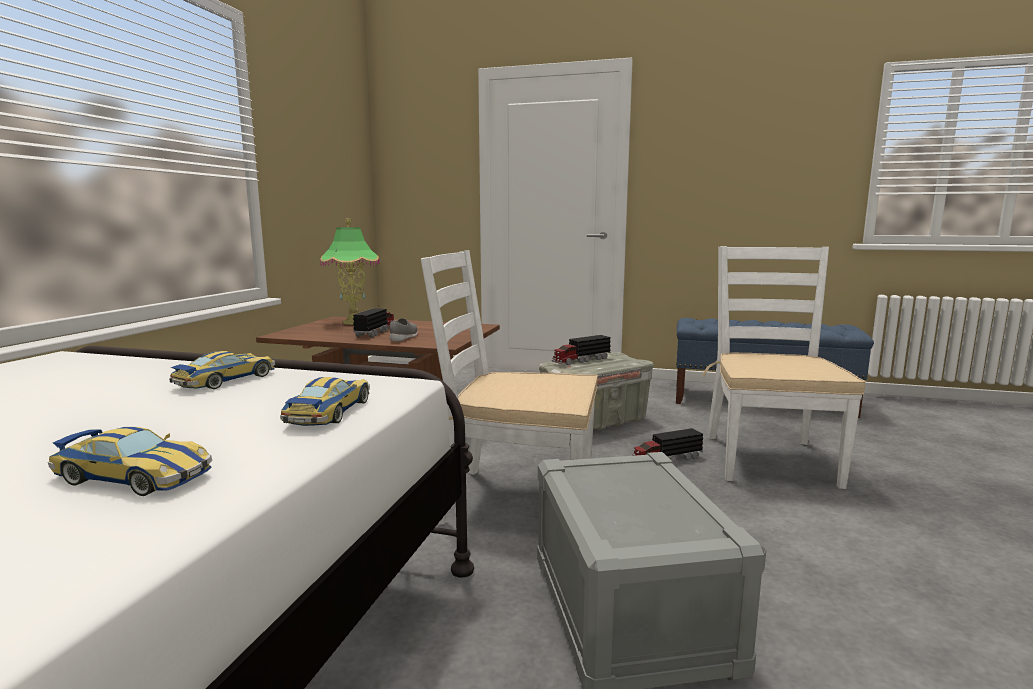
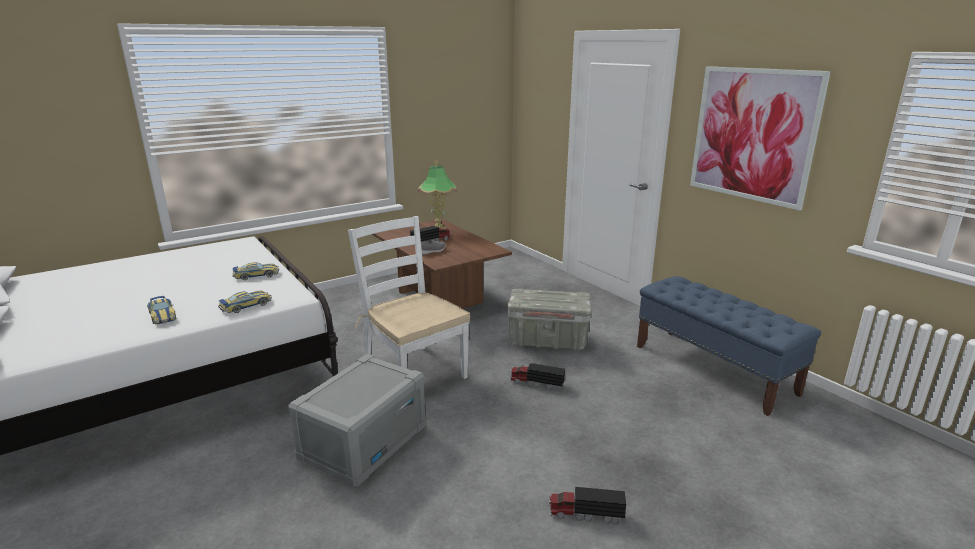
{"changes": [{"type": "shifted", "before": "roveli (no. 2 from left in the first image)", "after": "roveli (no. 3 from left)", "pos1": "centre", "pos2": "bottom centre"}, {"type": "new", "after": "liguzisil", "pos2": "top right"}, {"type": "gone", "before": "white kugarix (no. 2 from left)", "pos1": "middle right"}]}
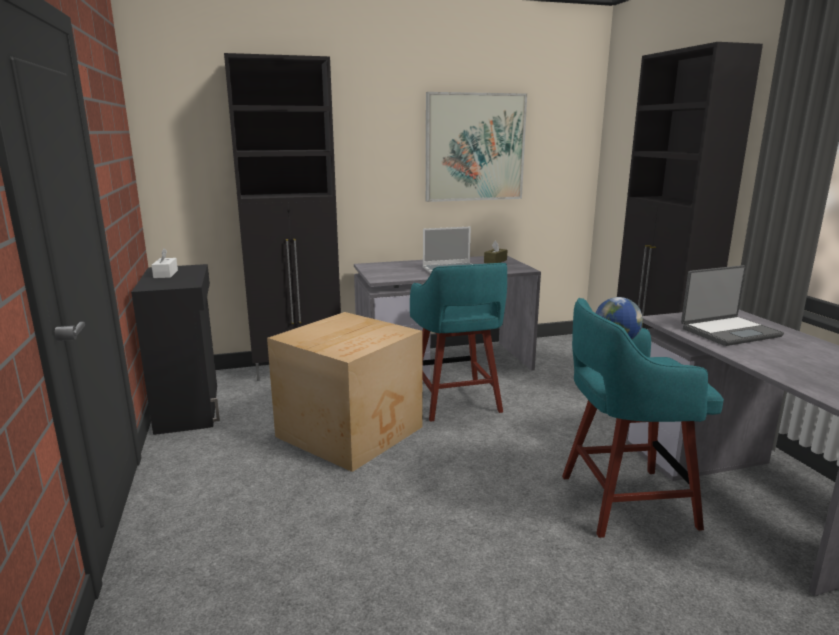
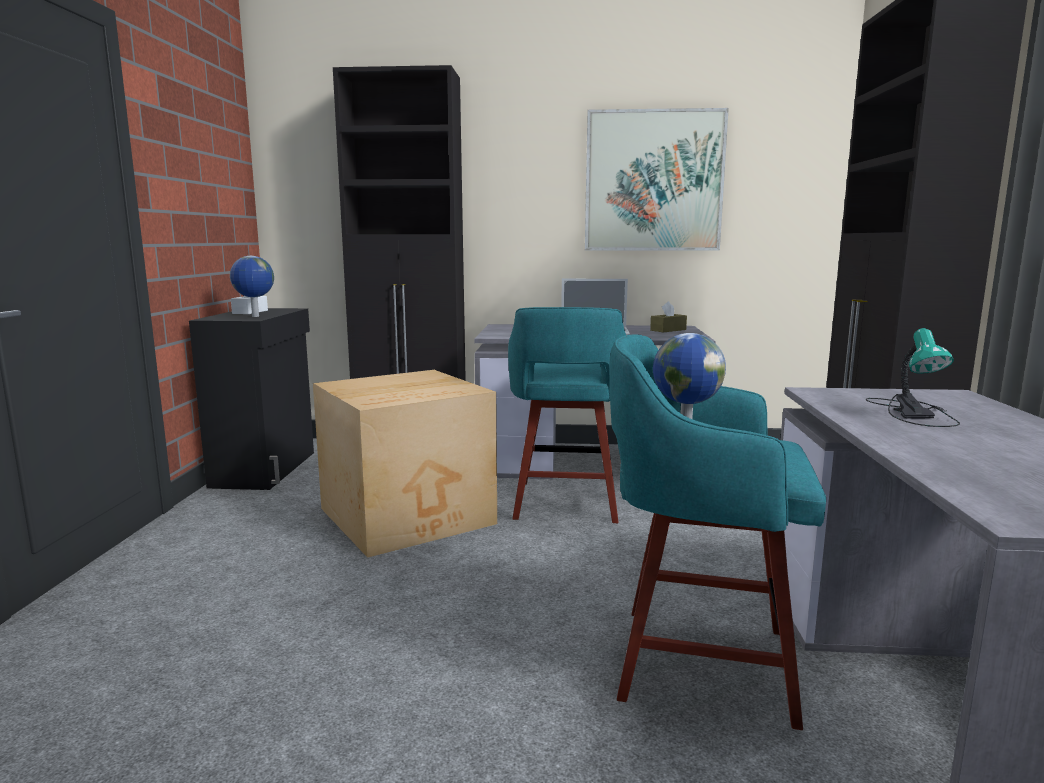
{"changes": [{"type": "new", "after": "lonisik (no. 1 from left)", "pos2": "middle left"}, {"type": "swapped", "before": "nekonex (no. 2 from left)", "after": "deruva", "pos1": "middle right", "pos2": "middle right"}]}
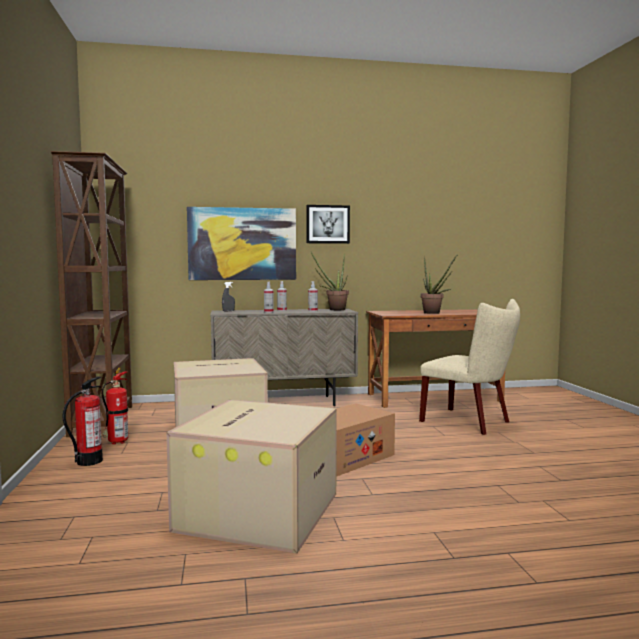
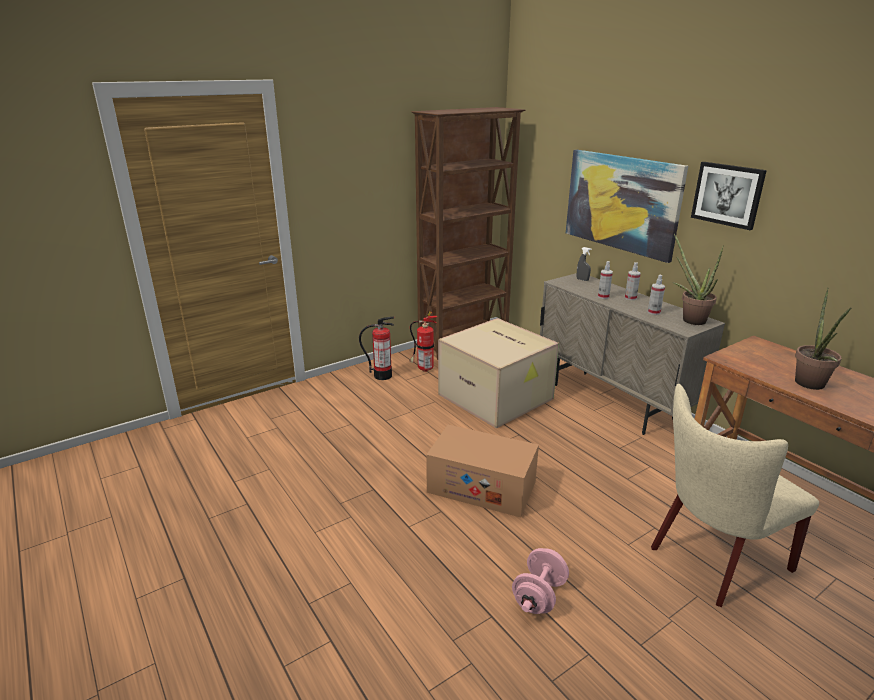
{"changes": [{"type": "new", "after": "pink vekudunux", "pos2": "bottom centre"}, {"type": "rotated", "before": "beige kugarix", "pos1": "middle right", "pos2": "bottom right", "turn": 45}, {"type": "gone", "before": "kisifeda (no. 2 from left)", "pos1": "bottom centre"}]}
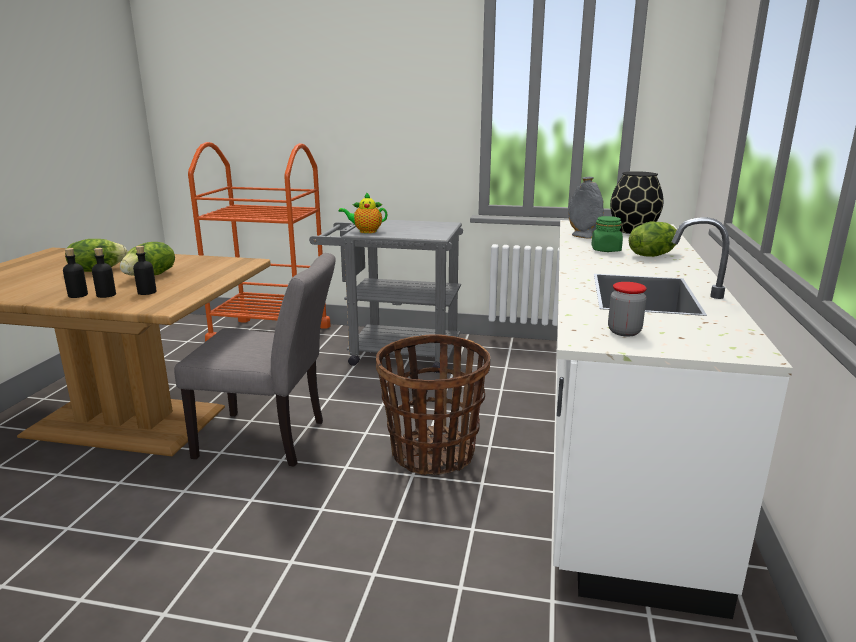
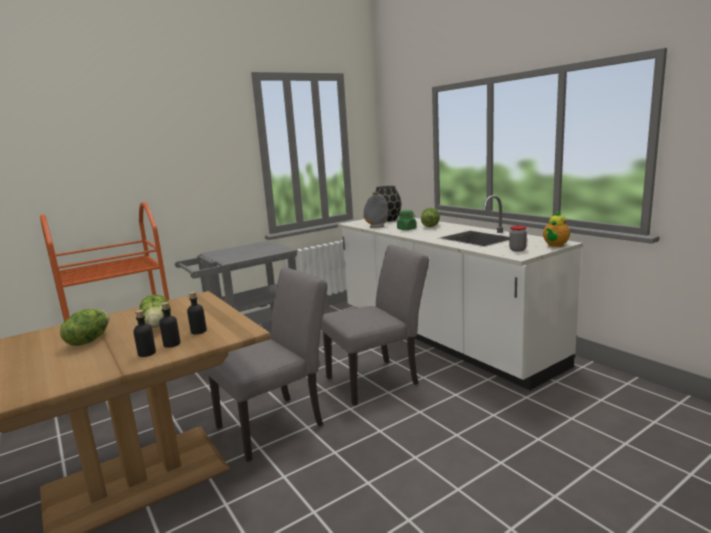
{"changes": [{"type": "swapped", "before": "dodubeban", "after": "grey kugarix (no. 2 from left)", "pos1": "centre", "pos2": "centre"}, {"type": "shifted", "before": "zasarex", "pos1": "top centre", "pos2": "middle right"}]}
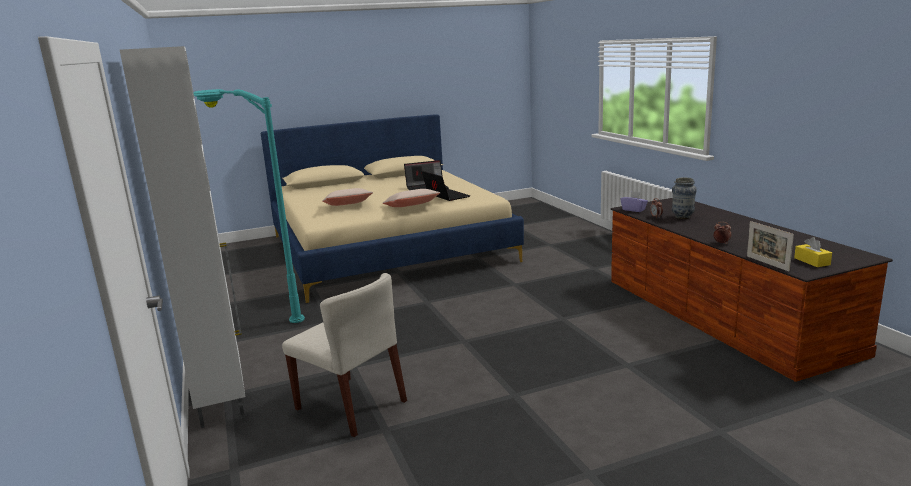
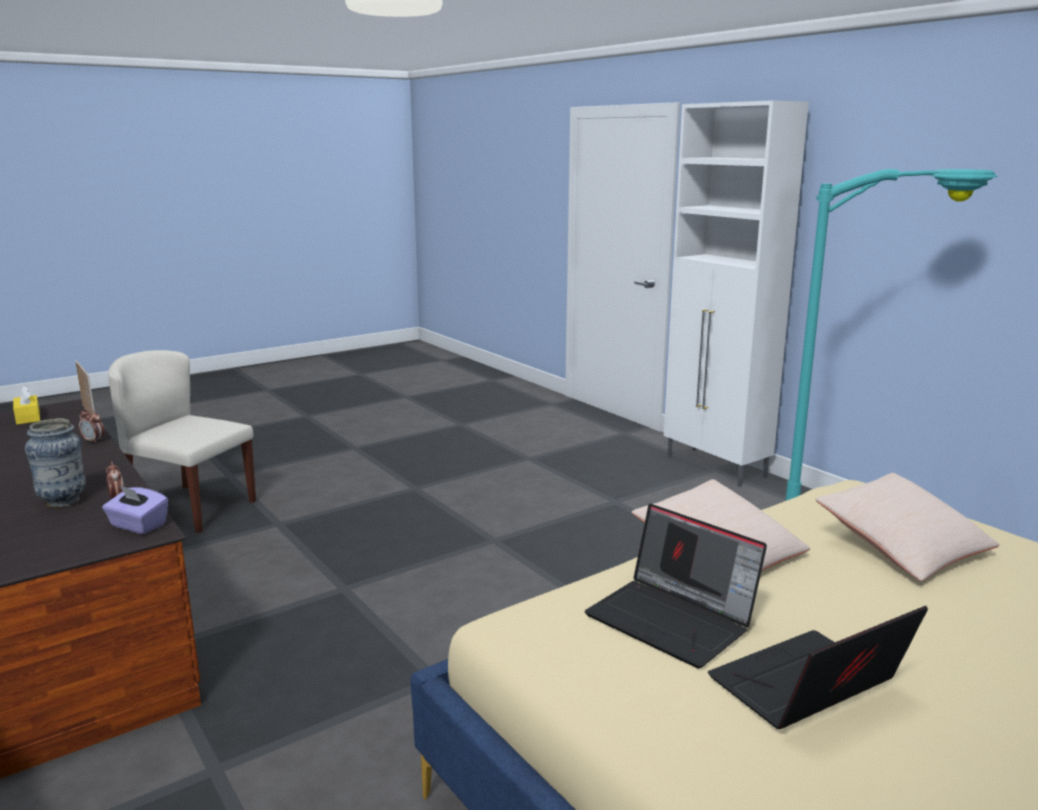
{"changes": [{"type": "shifted", "before": "beige kugarix", "pos1": "bottom centre", "pos2": "middle left"}]}
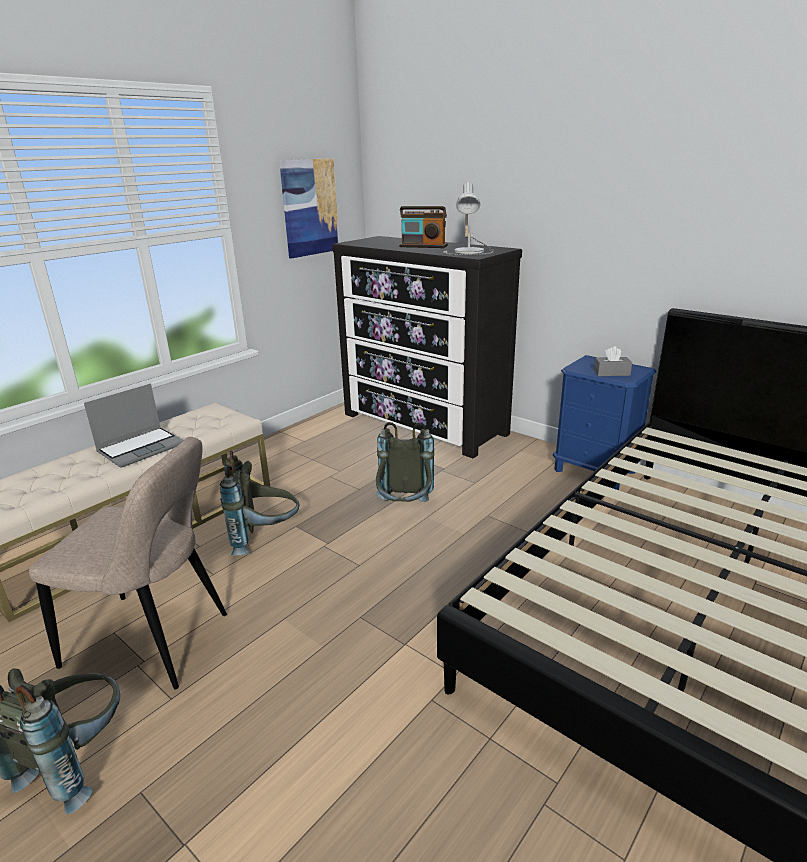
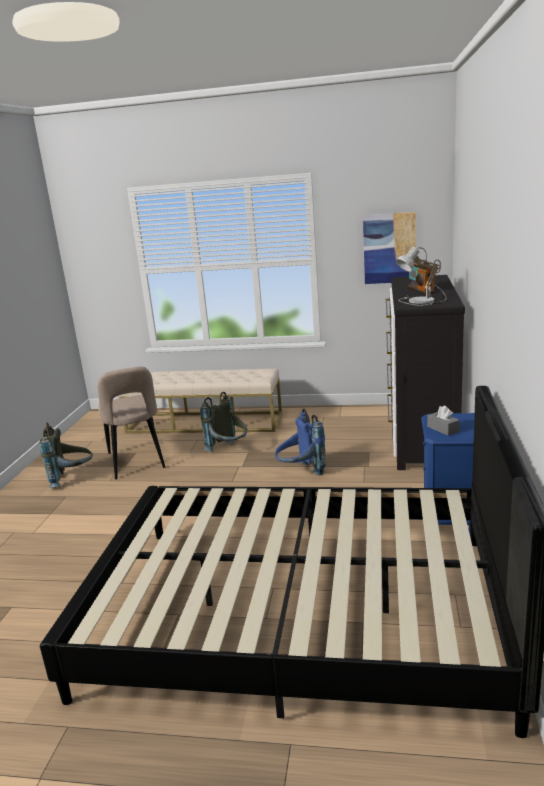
{"changes": [{"type": "repainted", "before": "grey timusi (no. 3 from left)", "after": "blue timusi", "pos1": "centre", "pos2": "centre"}, {"type": "gone", "before": "nekonex", "pos1": "middle left"}]}
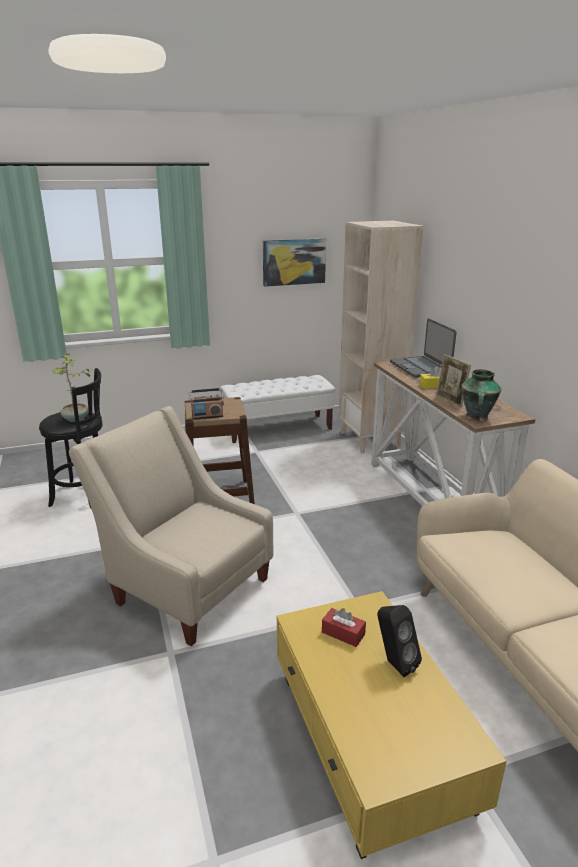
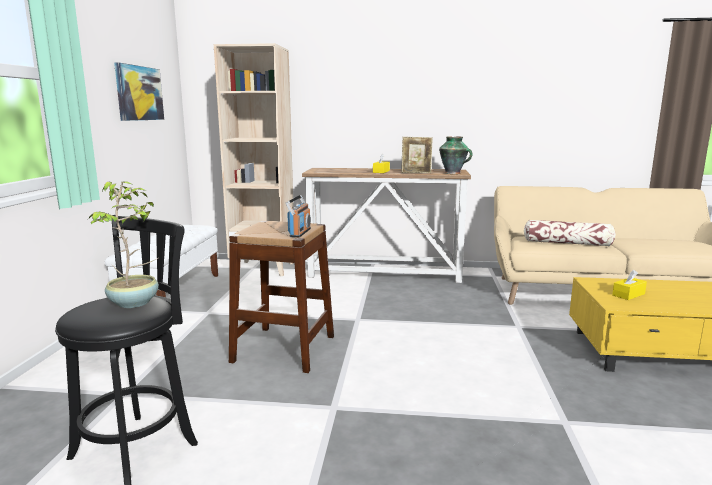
{"changes": [{"type": "new", "after": "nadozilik", "pos2": "middle right"}, {"type": "repainted", "before": "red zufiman", "after": "yellow zufiman (no. 2 from left)", "pos1": "bottom centre", "pos2": "middle right"}, {"type": "gone", "before": "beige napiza", "pos1": "middle left"}, {"type": "gone", "before": "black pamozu", "pos1": "bottom right"}, {"type": "gone", "before": "nekonex", "pos1": "middle right"}]}
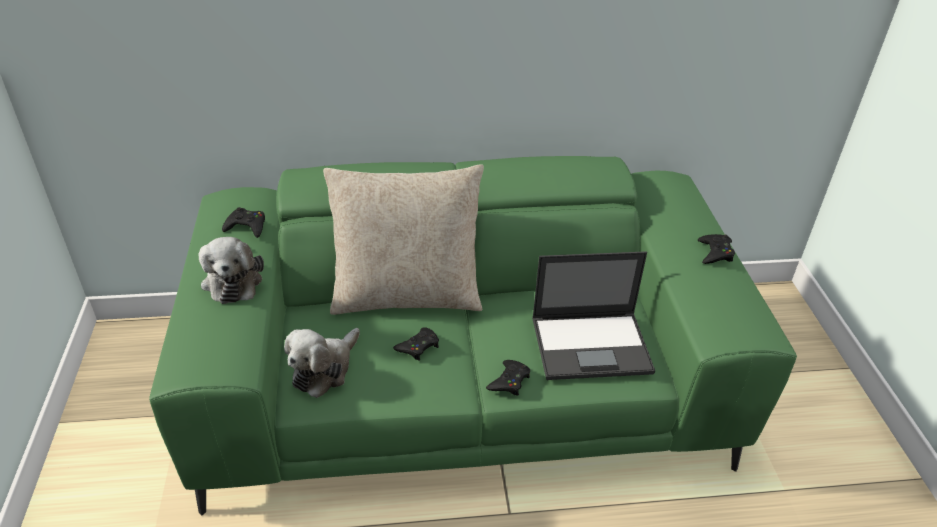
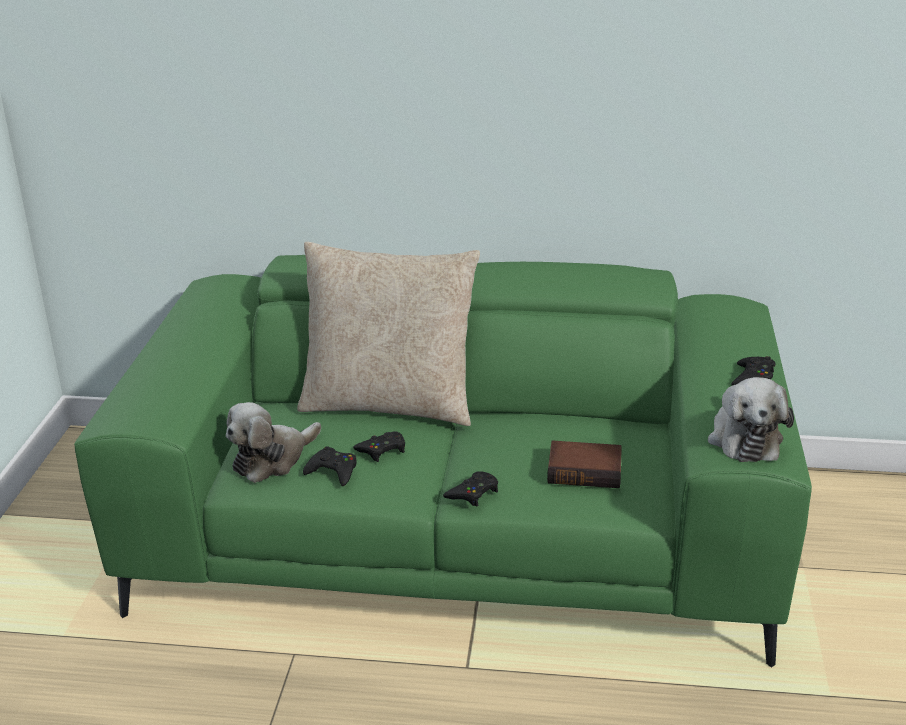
{"changes": [{"type": "shifted", "before": "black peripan (no. 1 from left)", "pos1": "middle left", "pos2": "centre"}, {"type": "swapped", "before": "nekonex", "after": "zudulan", "pos1": "centre", "pos2": "centre"}, {"type": "shifted", "before": "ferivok (no. 1 from left in the first image)", "after": "ferivok (no. 2 from left)", "pos1": "middle left", "pos2": "middle right"}]}
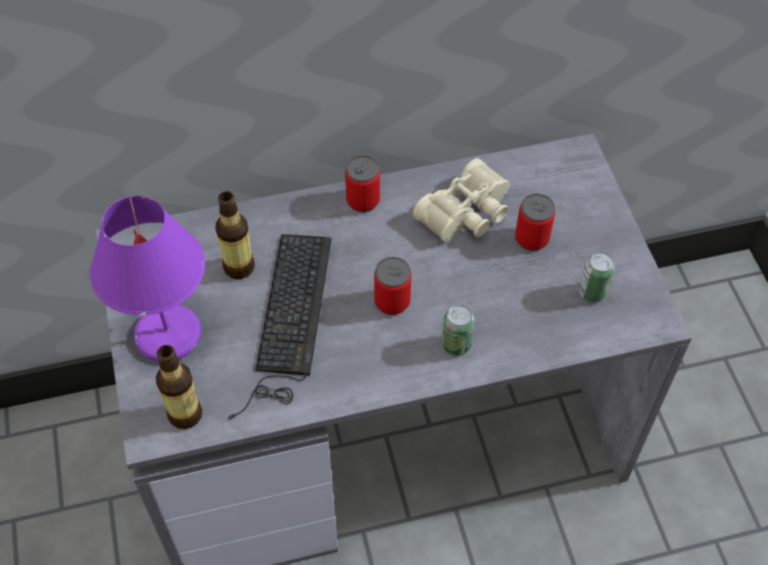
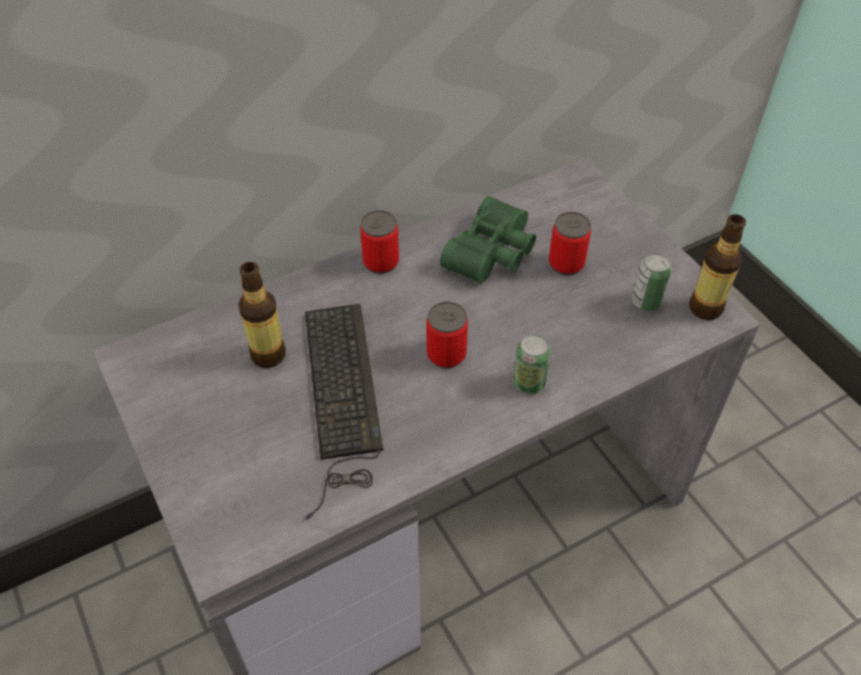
{"changes": [{"type": "repainted", "before": "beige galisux", "after": "green galisux", "pos1": "centre", "pos2": "centre"}, {"type": "shifted", "before": "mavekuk (no. 1 from left in the first image)", "after": "mavekuk (no. 2 from left)", "pos1": "bottom left", "pos2": "middle right"}, {"type": "gone", "before": "purple deruva", "pos1": "middle left"}]}
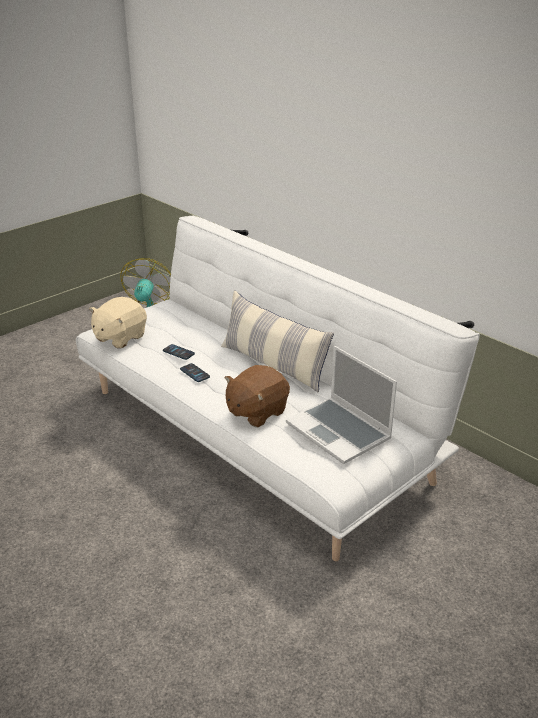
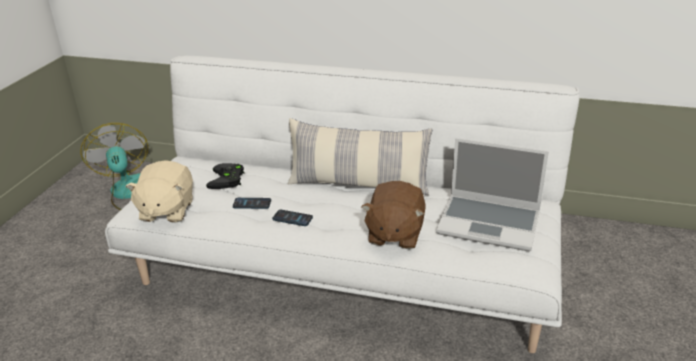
{"changes": [{"type": "new", "after": "black peripan", "pos2": "middle left"}]}
